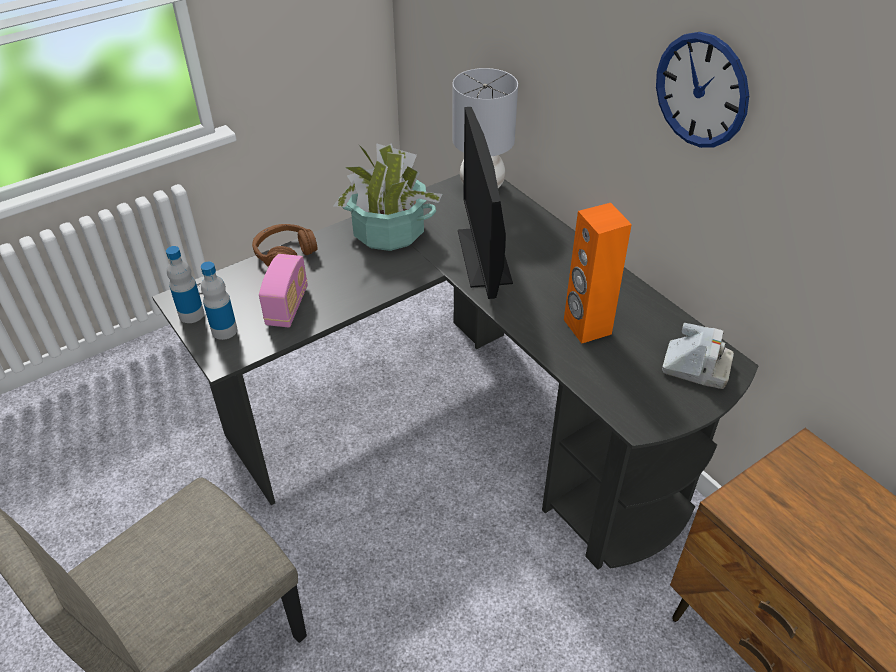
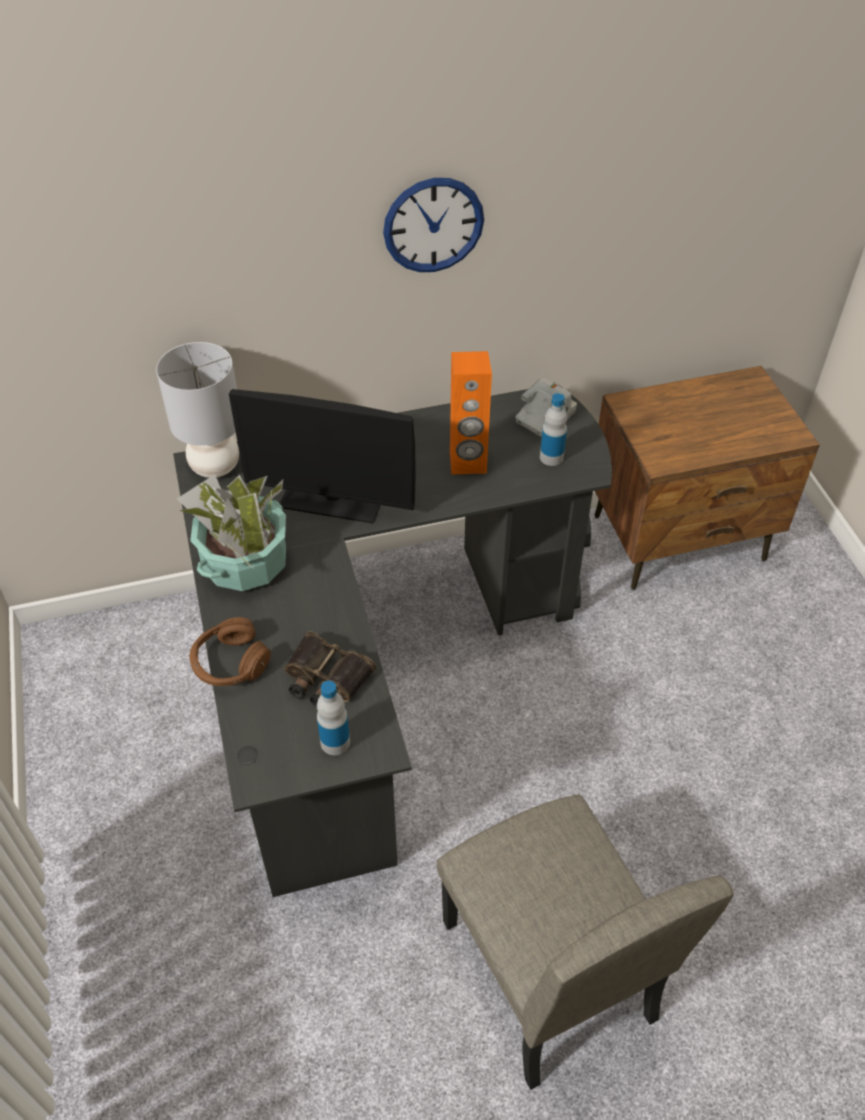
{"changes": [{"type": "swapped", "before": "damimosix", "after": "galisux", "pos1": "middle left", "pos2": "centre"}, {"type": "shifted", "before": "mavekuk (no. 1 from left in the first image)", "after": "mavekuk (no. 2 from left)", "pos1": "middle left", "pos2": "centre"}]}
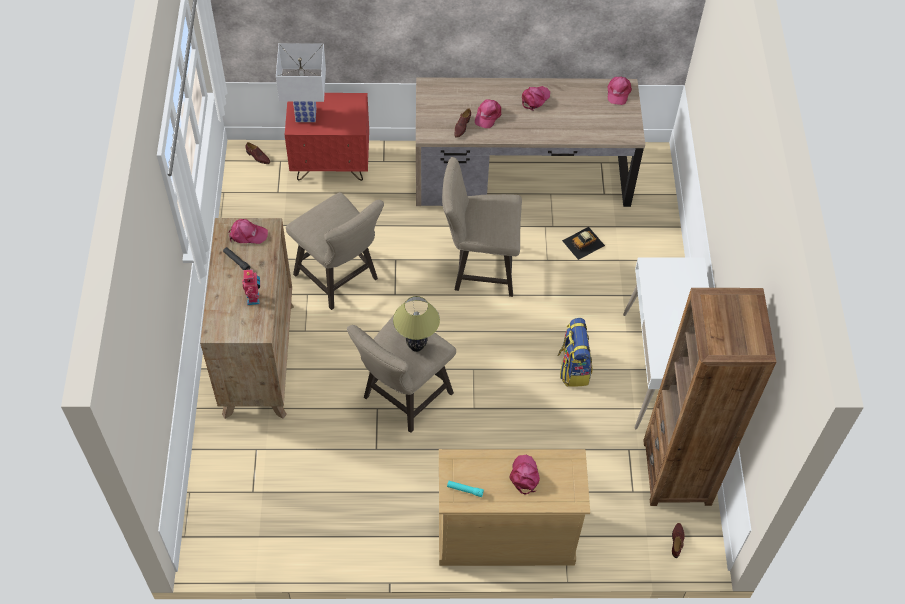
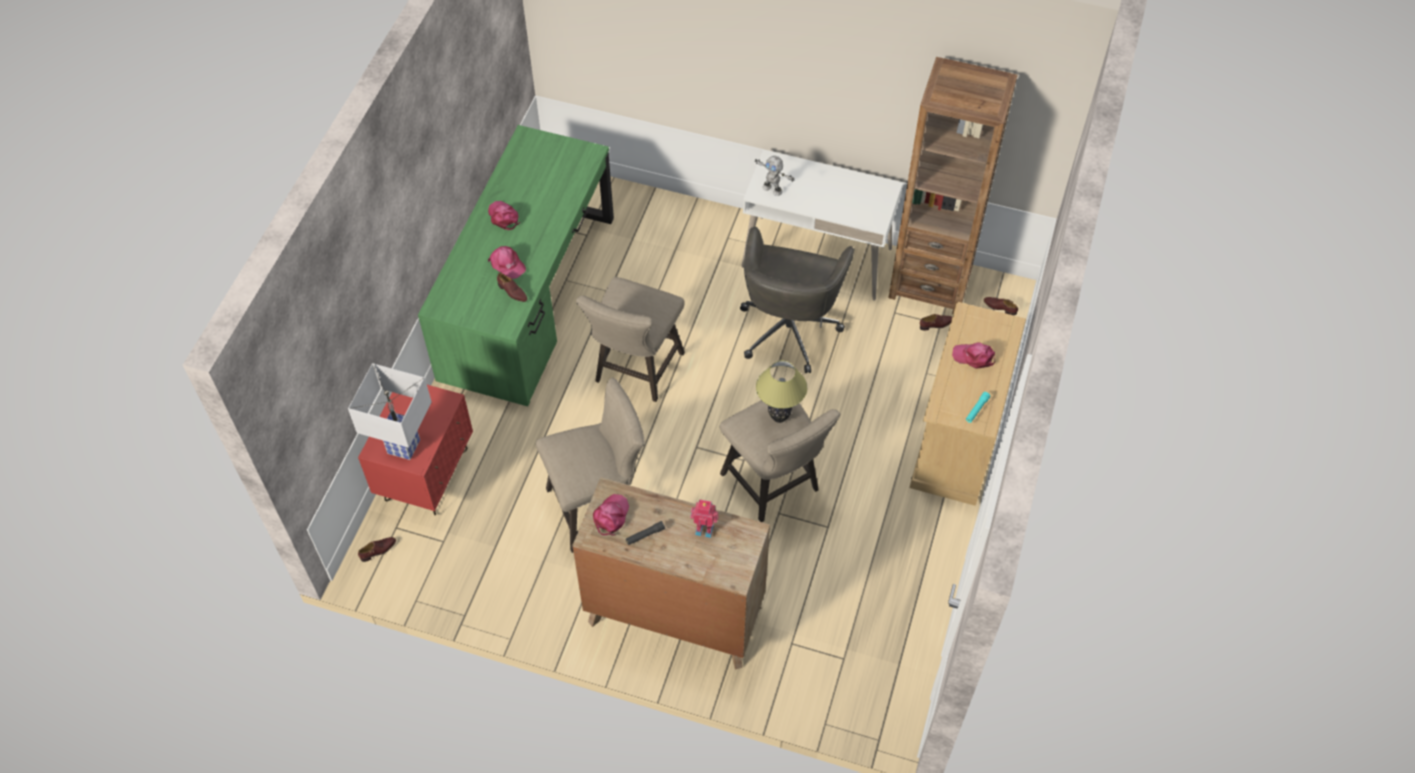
{"changes": [{"type": "repainted", "before": "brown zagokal", "after": "green zagokal", "pos1": "top centre", "pos2": "centre"}, {"type": "swapped", "before": "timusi", "after": "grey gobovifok", "pos1": "centre", "pos2": "centre"}, {"type": "new", "after": "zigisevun (no. 2 from left)", "pos2": "top centre"}, {"type": "new", "after": "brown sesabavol (no. 3 from left)", "pos2": "centre"}, {"type": "gone", "before": "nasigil", "pos1": "centre"}, {"type": "gone", "before": "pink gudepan (no. 5 from left)", "pos1": "top right"}]}
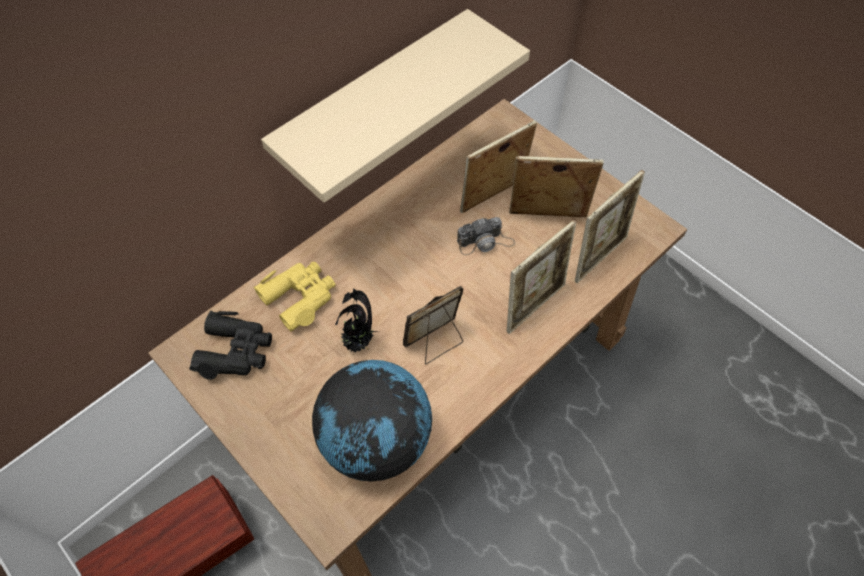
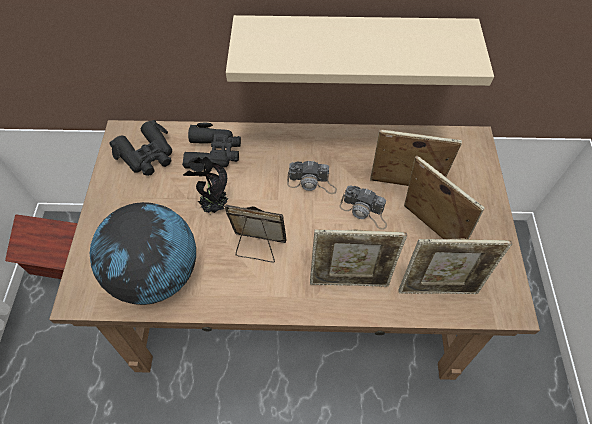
{"changes": [{"type": "repainted", "before": "yellow galisux", "after": "black galisux (no. 2 from left)", "pos1": "centre", "pos2": "centre"}, {"type": "new", "after": "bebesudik (no. 1 from left)", "pos2": "centre"}]}
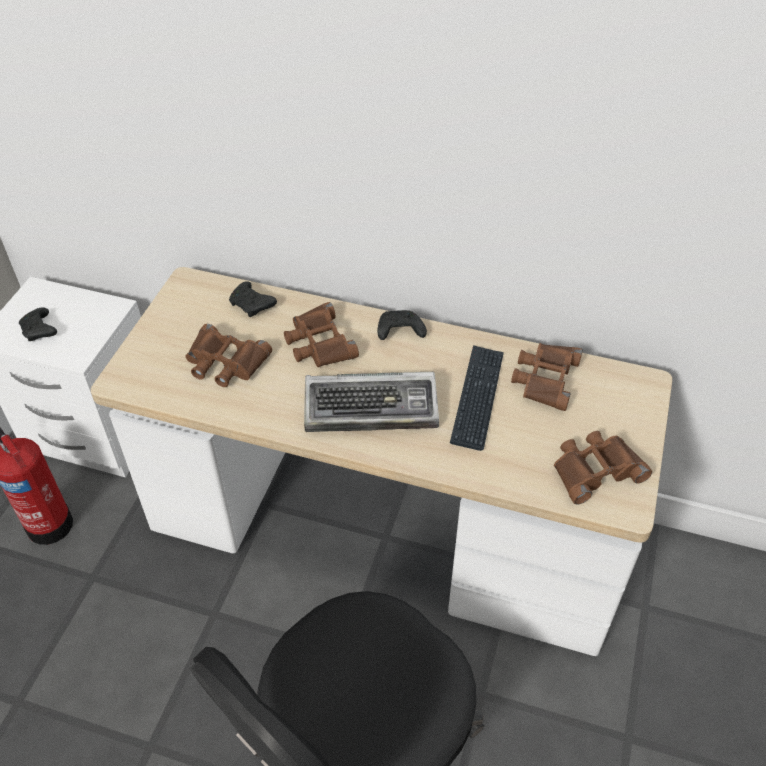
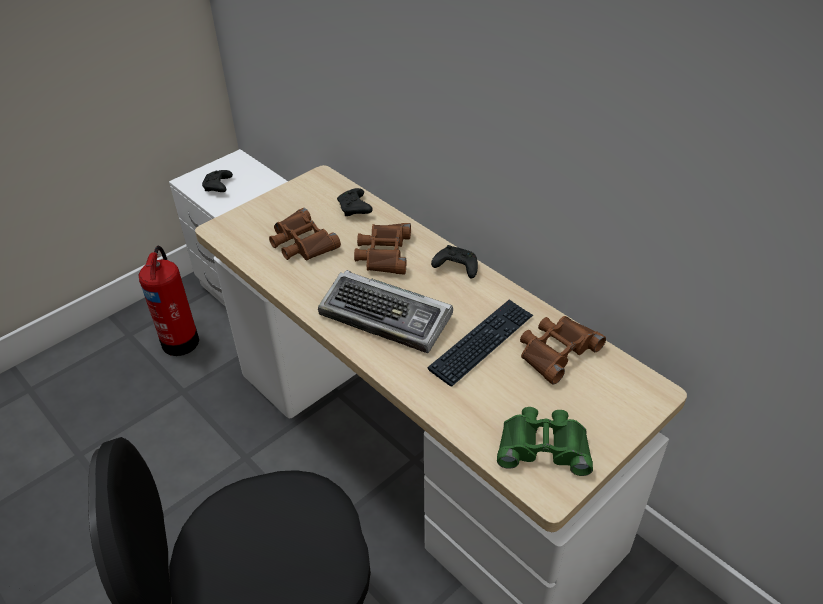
{"changes": [{"type": "repainted", "before": "brown galisux (no. 4 from left)", "after": "green galisux", "pos1": "middle right", "pos2": "bottom centre"}]}
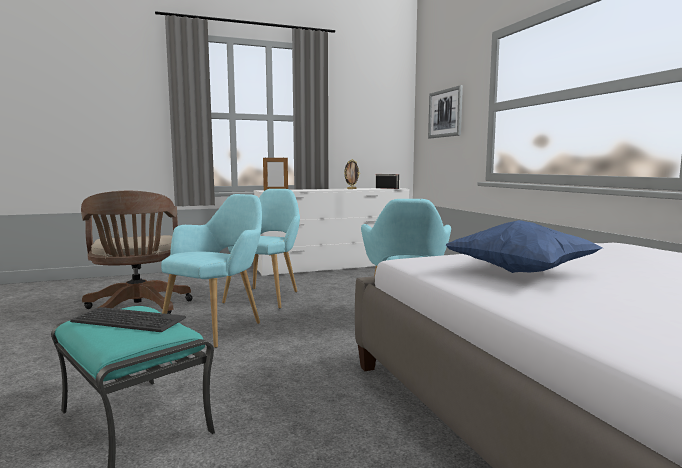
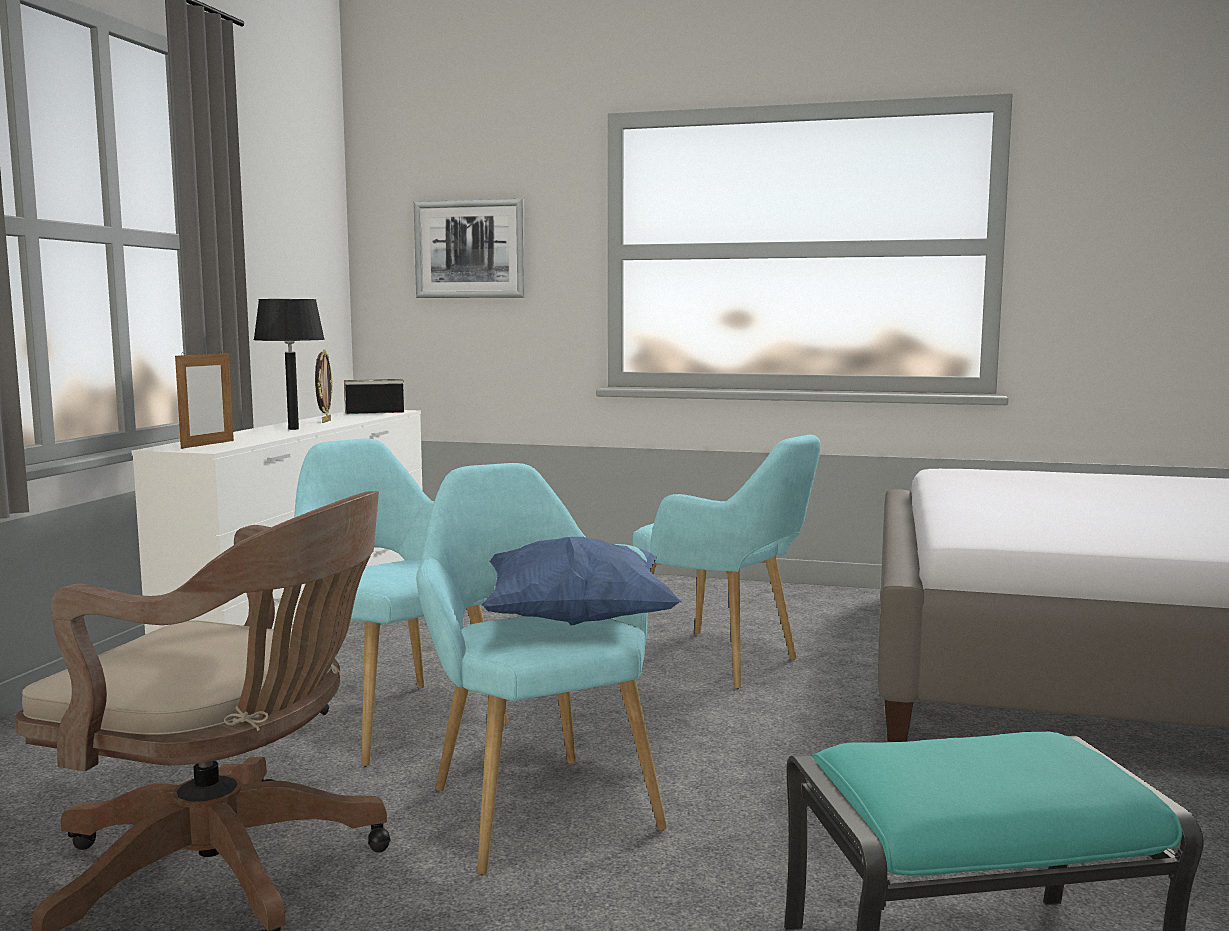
{"changes": [{"type": "new", "after": "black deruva", "pos2": "middle left"}, {"type": "shifted", "before": "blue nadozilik", "pos1": "middle right", "pos2": "centre"}, {"type": "gone", "before": "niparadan", "pos1": "bottom left"}]}
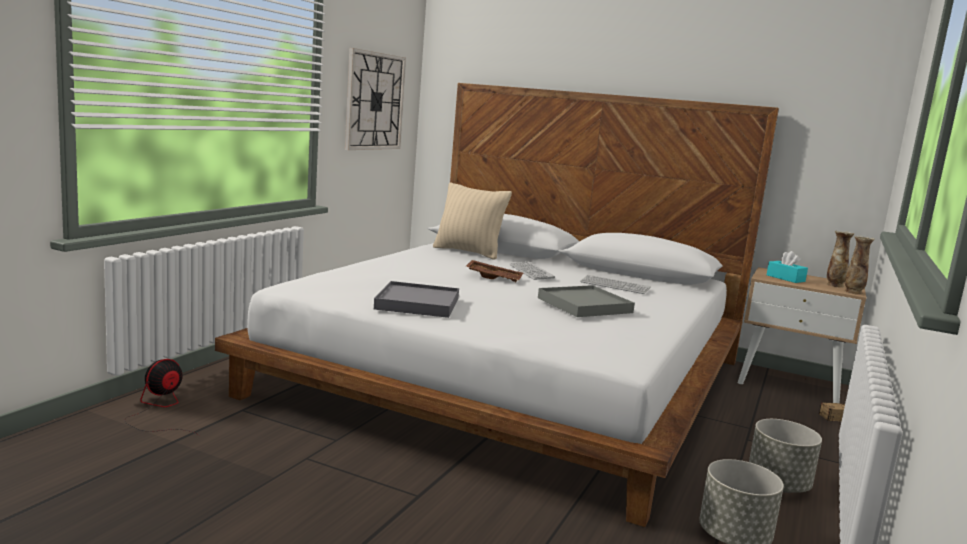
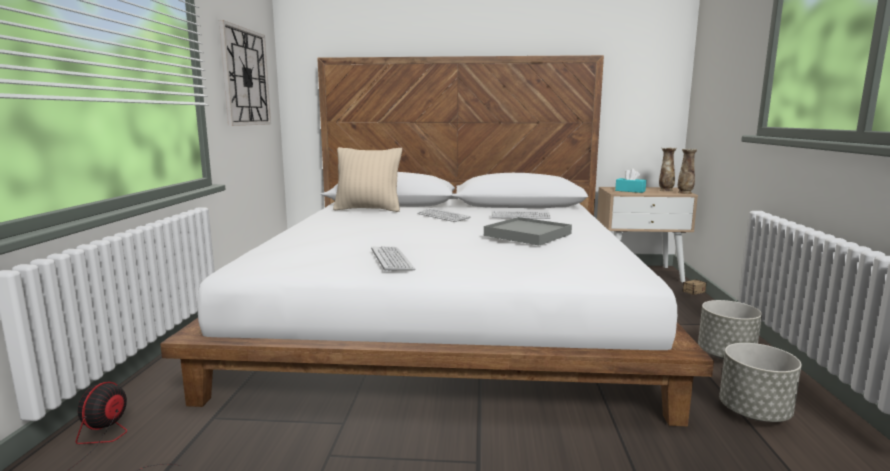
{"changes": [{"type": "swapped", "before": "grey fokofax (no. 1 from left)", "after": "niparadan (no. 1 from left)", "pos1": "centre", "pos2": "centre"}, {"type": "gone", "before": "brown fokofax", "pos1": "centre"}]}
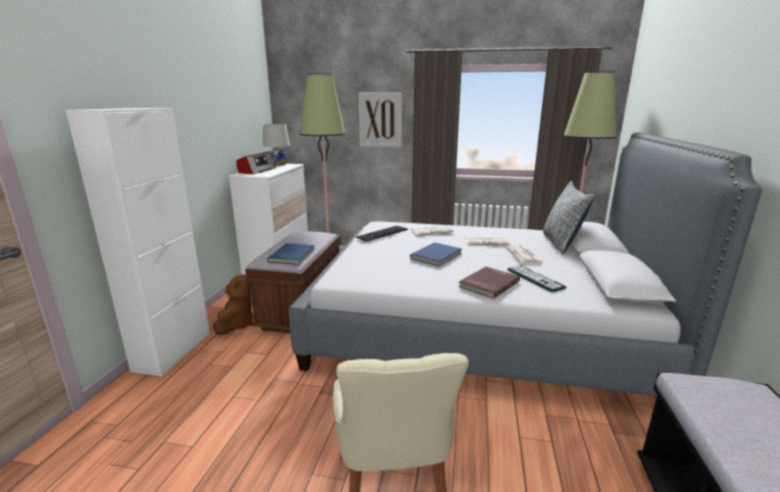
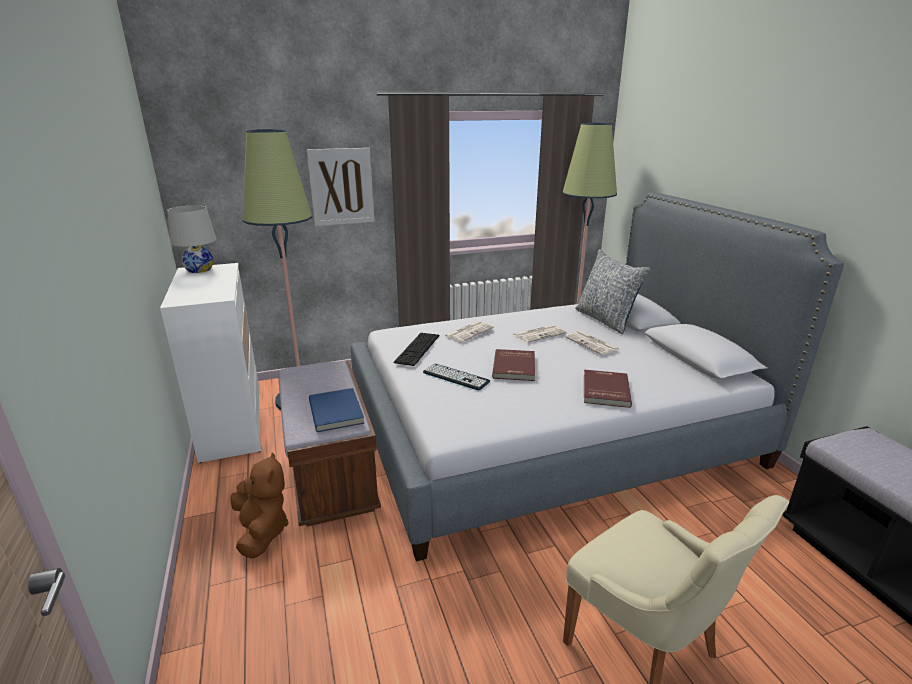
{"changes": [{"type": "shifted", "before": "niparadan (no. 2 from left)", "pos1": "middle right", "pos2": "centre"}, {"type": "repainted", "before": "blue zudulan (no. 2 from left)", "after": "red zudulan (no. 1 from left)", "pos1": "centre", "pos2": "centre"}, {"type": "gone", "before": "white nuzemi", "pos1": "middle left"}, {"type": "gone", "before": "damimosix", "pos1": "top left"}]}
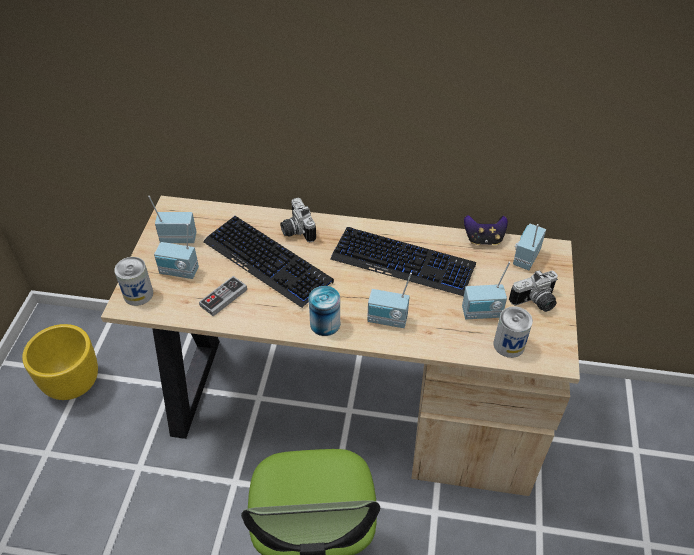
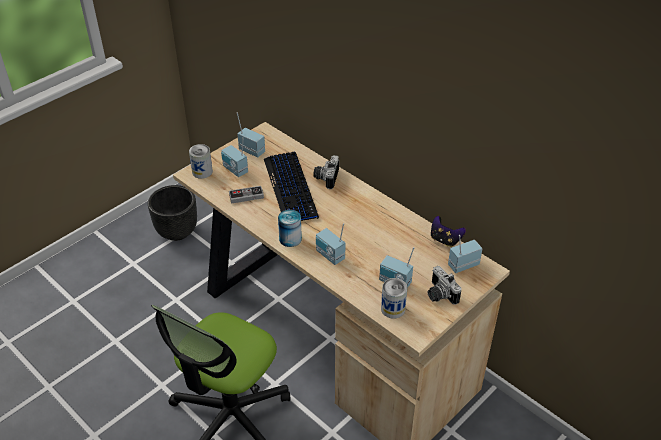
{"changes": [{"type": "repainted", "before": "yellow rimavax", "after": "black rimavax", "pos1": "middle left", "pos2": "middle left"}, {"type": "rotated", "before": "bebesudik (no. 2 from left)", "pos1": "middle right", "pos2": "middle right", "turn": 45}, {"type": "gone", "before": "niparadan (no. 2 from left)", "pos1": "centre"}]}
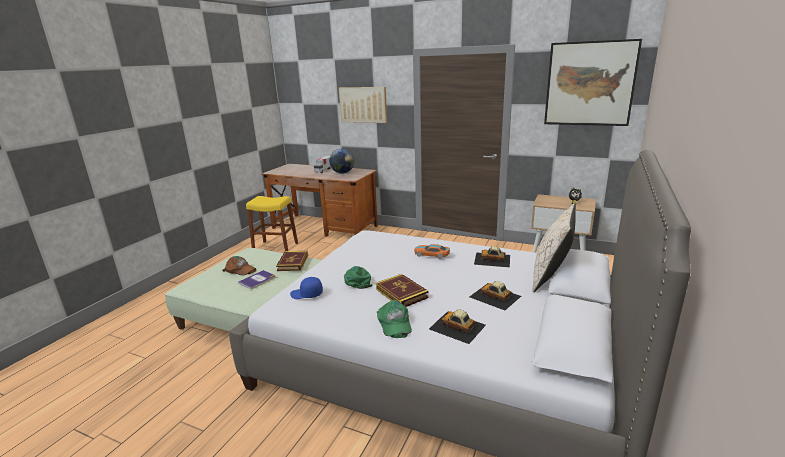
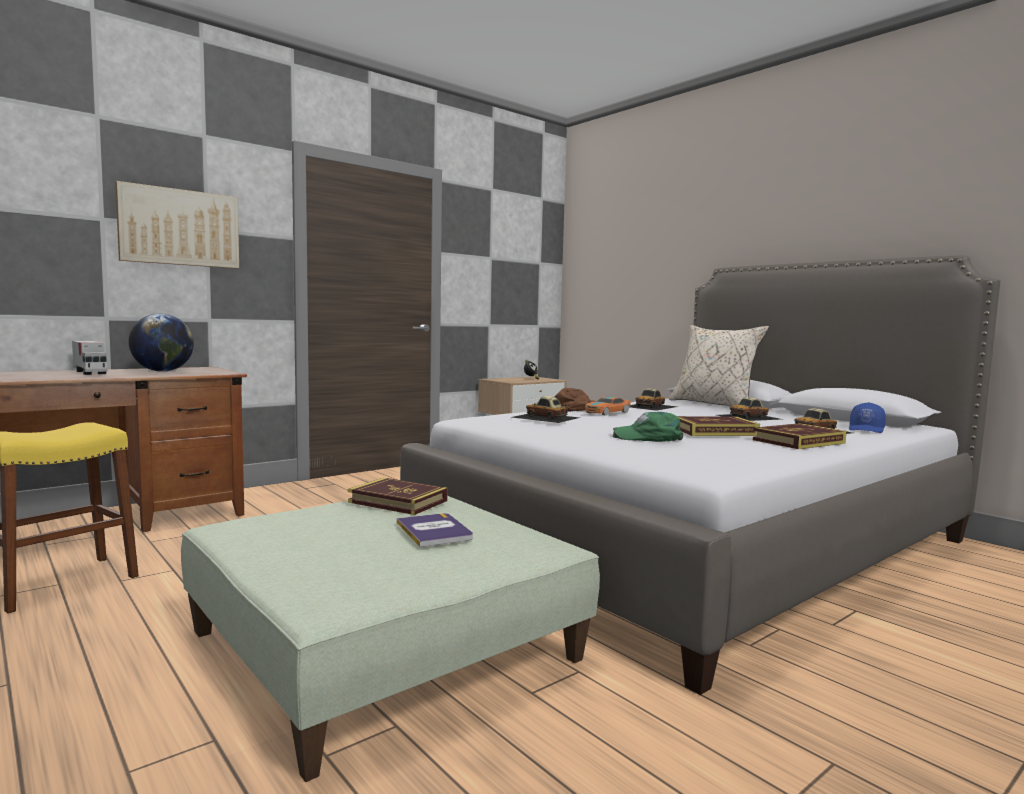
{"changes": [{"type": "new", "after": "nasigil (no. 1 from left)", "pos2": "centre"}, {"type": "shifted", "before": "brown gudepan", "pos1": "middle left", "pos2": "centre"}, {"type": "swapped", "before": "green gudepan (no. 2 from left)", "after": "zudulan (no. 4 from left)", "pos1": "bottom centre", "pos2": "middle right"}, {"type": "shifted", "before": "blue gudepan", "pos1": "centre", "pos2": "middle right"}, {"type": "gone", "before": "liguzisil (no. 2 from left)", "pos1": "top right"}]}
